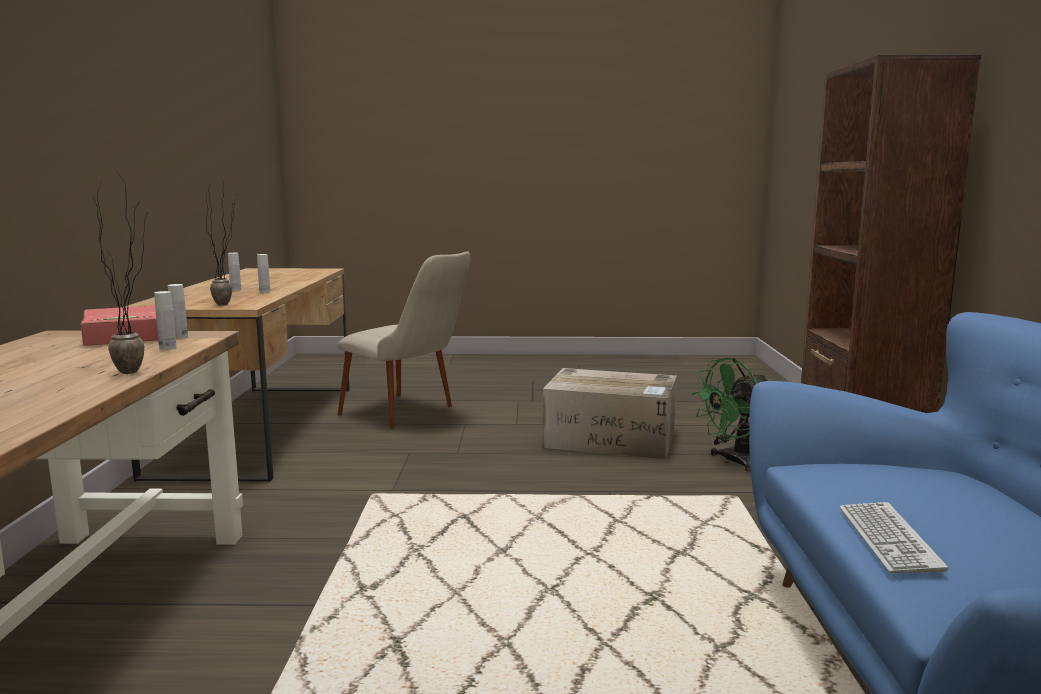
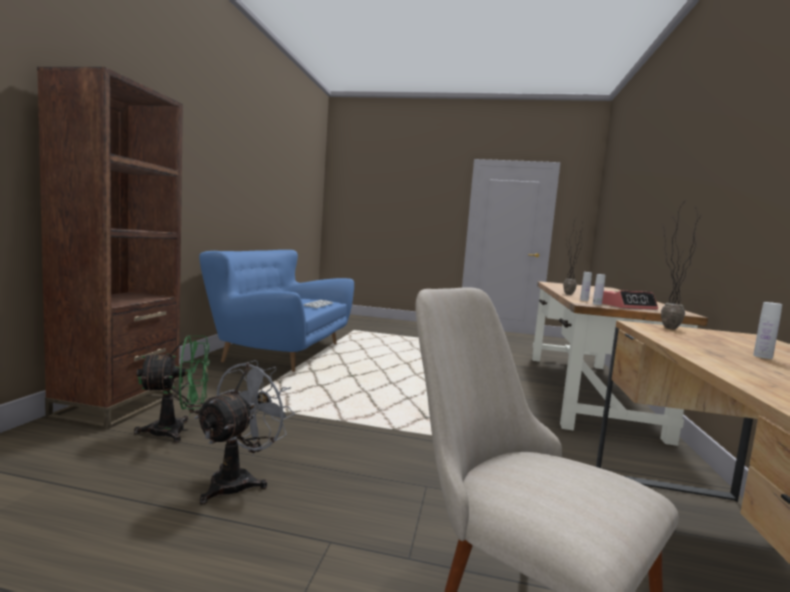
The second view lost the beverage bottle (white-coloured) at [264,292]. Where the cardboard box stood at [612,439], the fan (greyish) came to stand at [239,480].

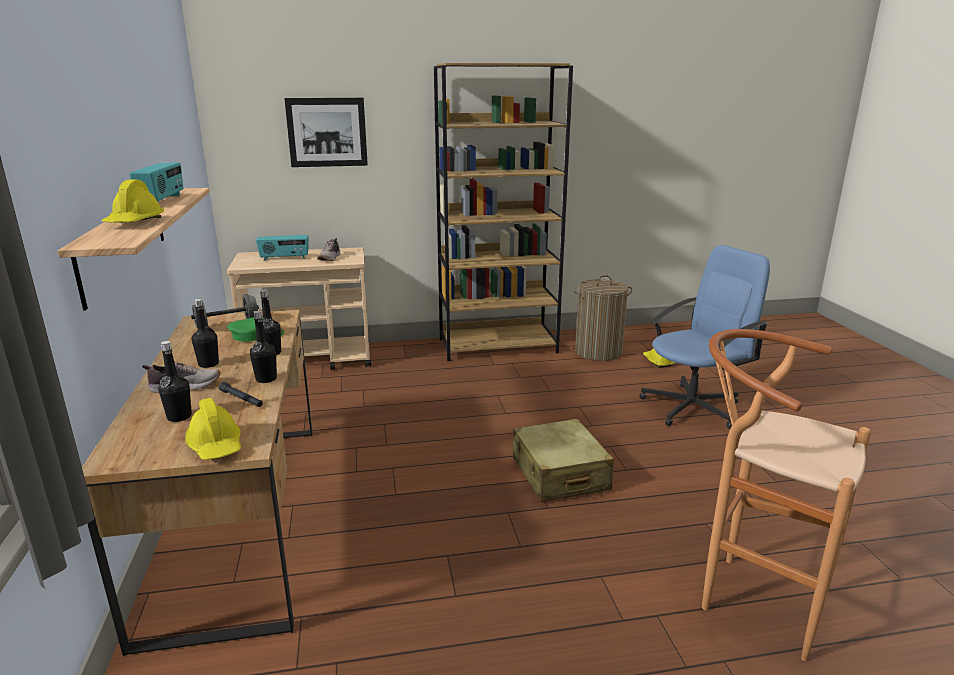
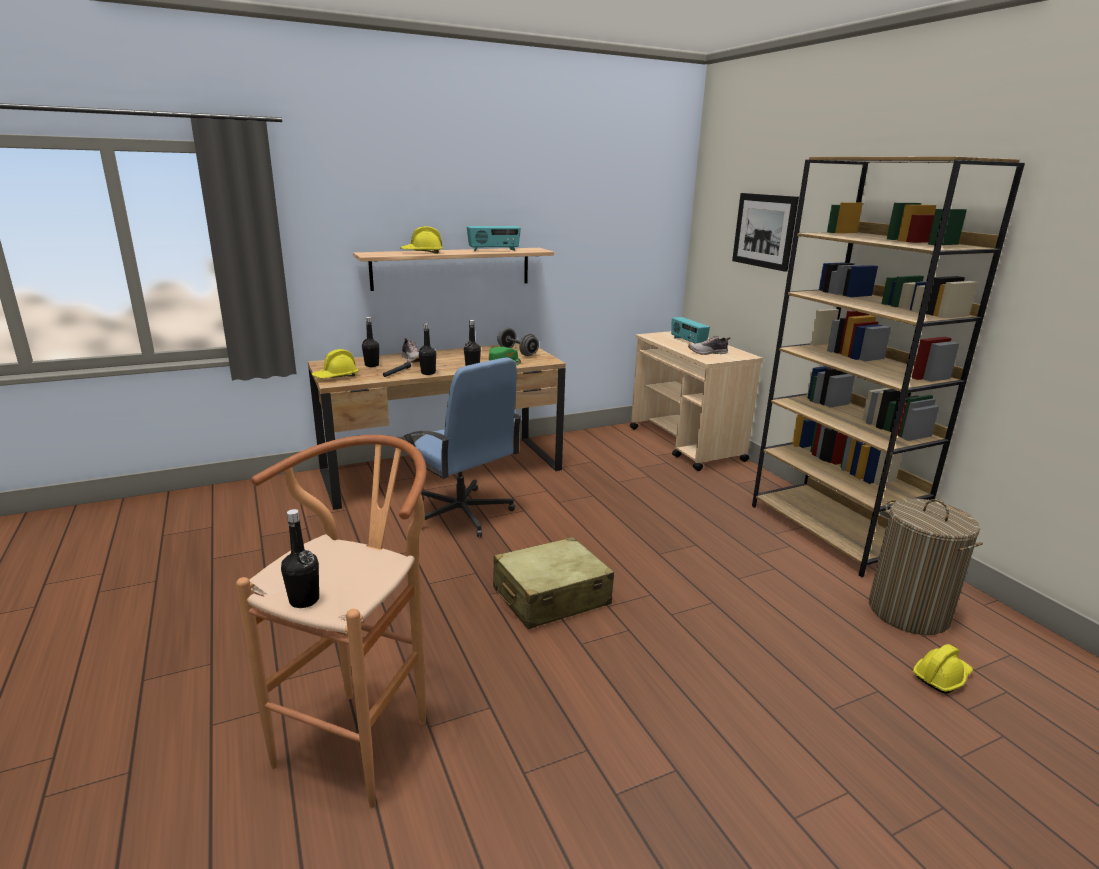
The beverage bottle (blackish) ended up elsewhere, having gone from [208,364] to [304,600]. The office chair (blue) ended up elsewhere, having gone from [692,407] to [461,514].

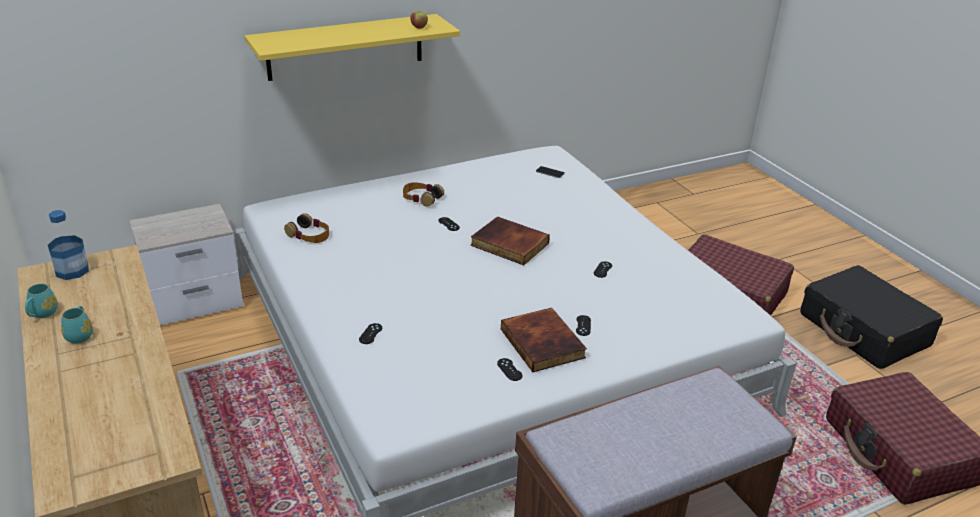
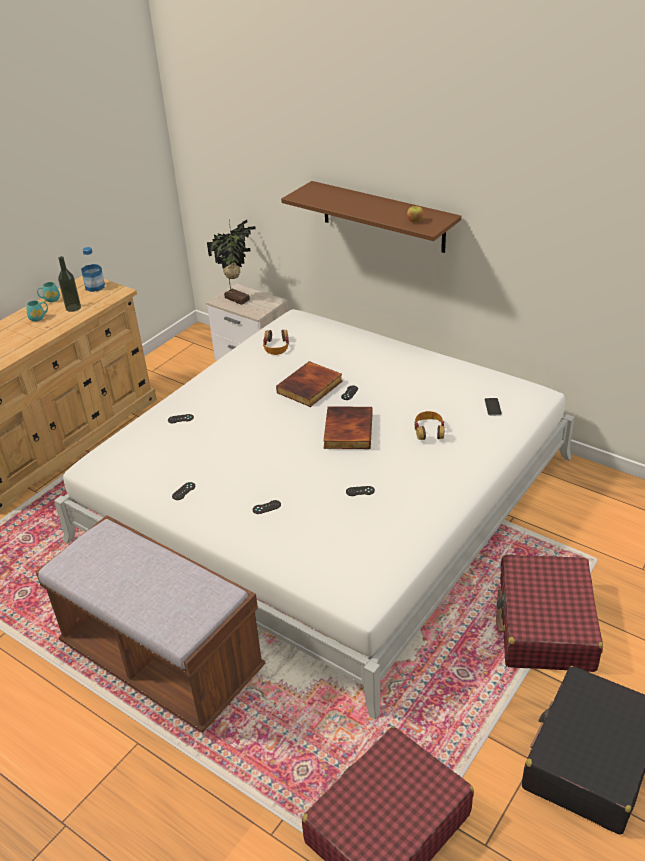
What was the shelf (yellow) at [345,47] turned into the shelf (brown) at [383,217]. The pair of headphones ended up elsewhere, having gone from [421,198] to [429,430]. The volume ended up elsewhere, having gone from [544,343] to [310,387]. The second view gained the beverage bottle at [73,308]. The second view gained the houseplant at [238,298].

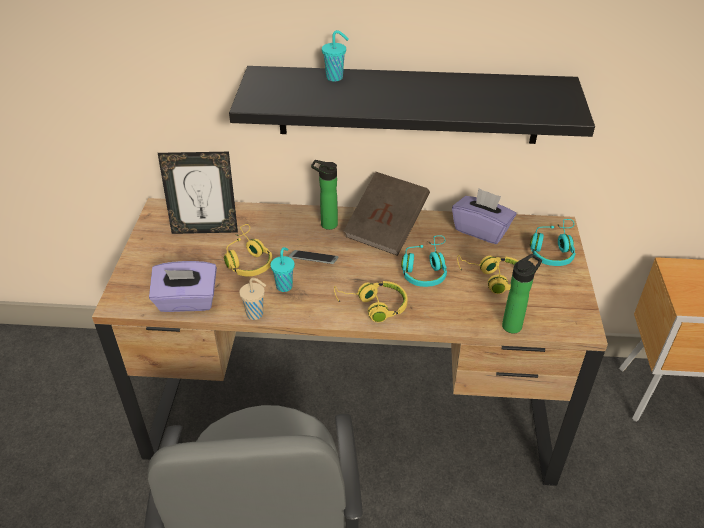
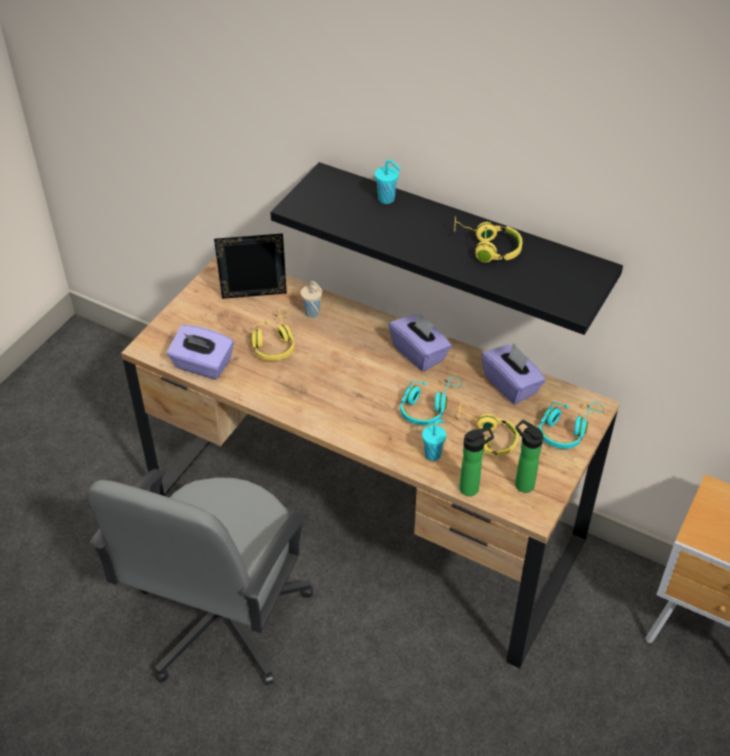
The standing frame at [205,229] ended up facing another way, 150 degrees clockwise from before. The cup (beige-coloured) ended up elsewhere, having gone from [256,314] to [313,313]. The cup (turquoise-coloured) ended up elsewhere, having gone from [284,286] to [433,454]. The second view lost the phone at [313,261]. The beverage bottle ended up elsewhere, having gone from [326,224] to [521,483]. The pair of headphones (yellow) ended up elsewhere, having gone from [373,306] to [486,247]. Where the volume (brown) stood at [386,229], the tissue holder (purple-coloured) came to stand at [419,353].

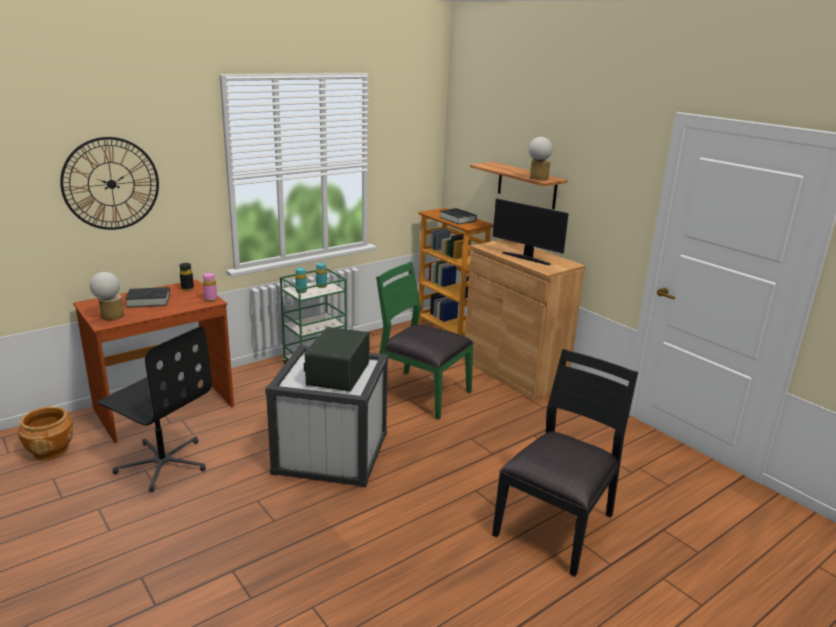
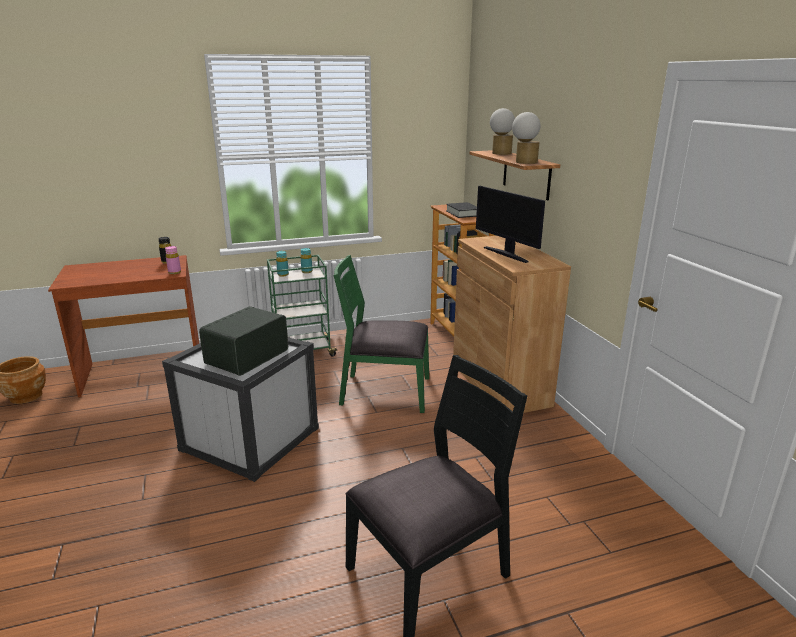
The second view lost the clock on the wall at [111,184]. The tabletop lamp ended up elsewhere, having gone from [110,317] to [500,153]. The second view lost the office chair (blackish) at [163,463]. The second view lost the volume (blackish) at [148,301]. The upright chair (greenish) at [421,393] ended up facing another way, 45 degrees counterclockwise from before.

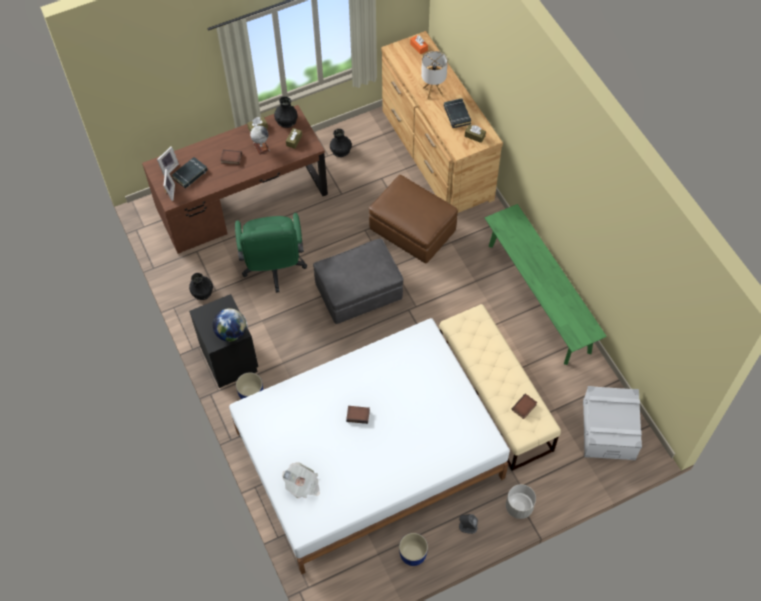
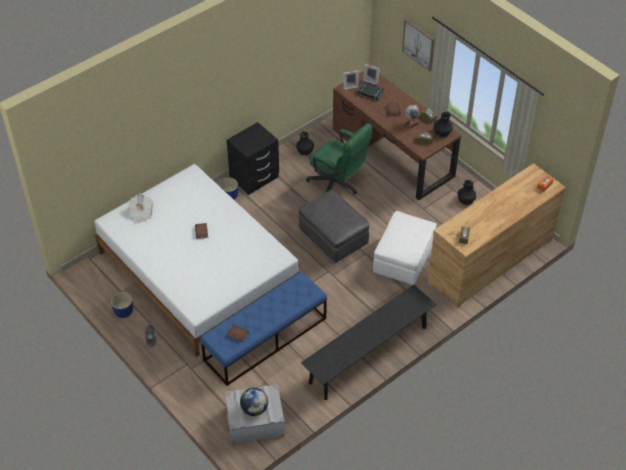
The globe ended up elsewhere, having gone from [231,333] to [254,409]. The office chair (greenish) at [274,269] ended up facing another way, 120 degrees counterclockwise from before. What was the footrest (brown) at [412,231] turned into the footrest (white-coloured) at [403,260]. The second view lost the tabletop lamp at [433,92]. What was the indoor bench (beige-coloured) at [494,396] turned into the indoor bench (blue) at [266,339]. The second view lost the volume (blackish) at [456,115]. What was the indoor bench (greenish) at [538,297] turned into the indoor bench (blackish) at [368,354]. The second view lost the plant pot (greyish) at [519,507]. The second view gained the wall picture at [419,44].

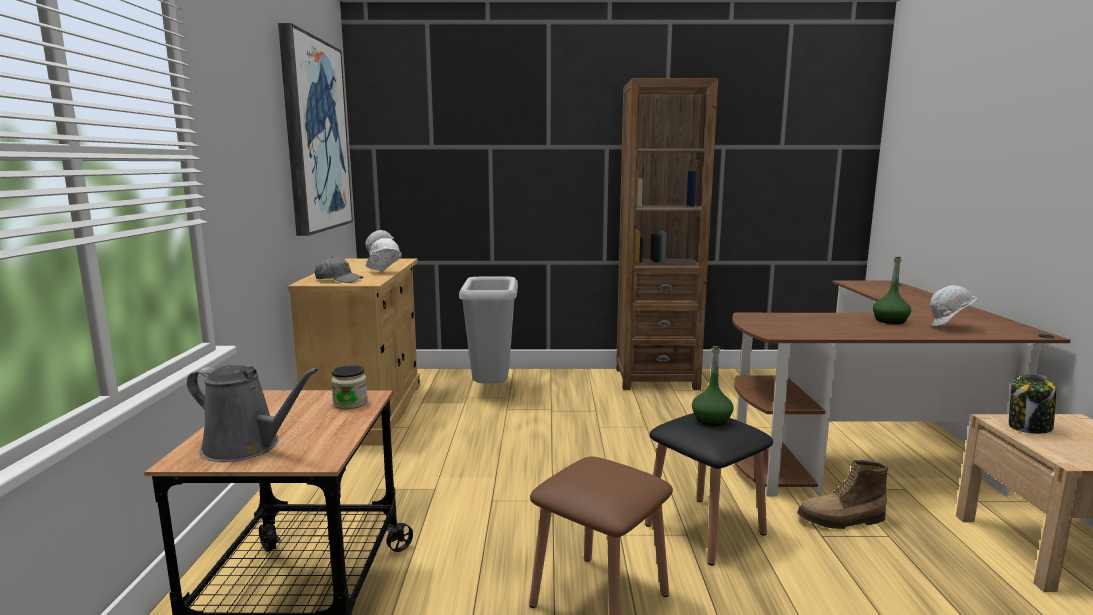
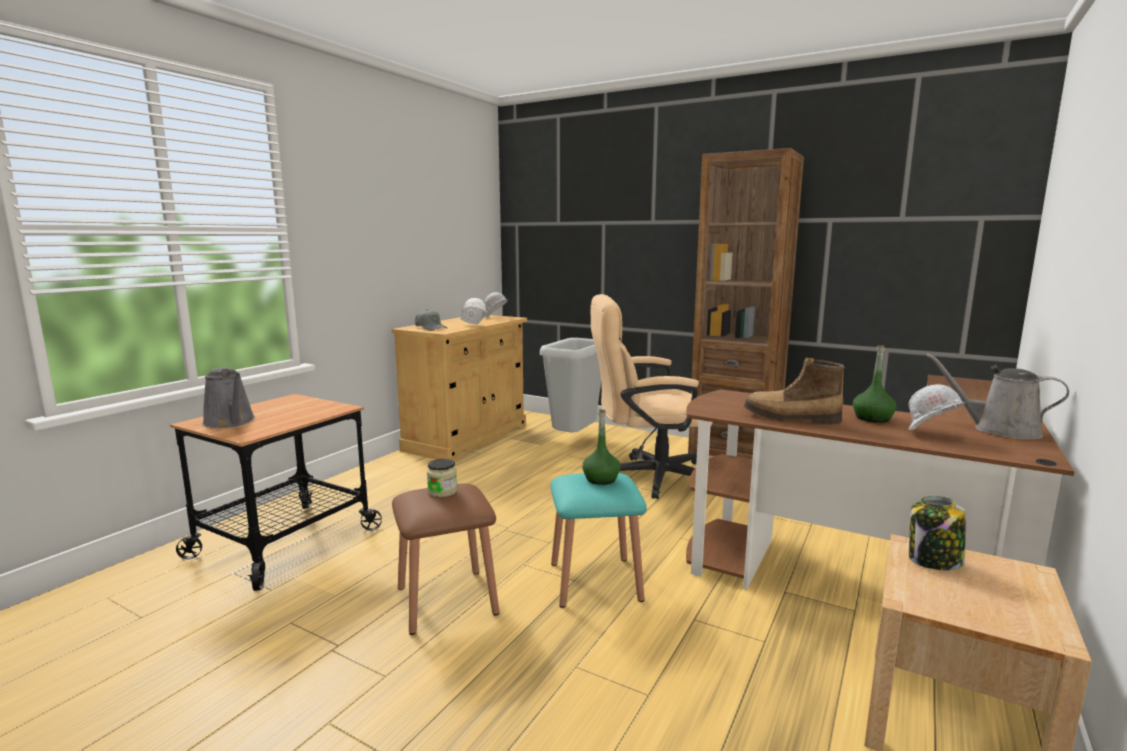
The second view lost the wall picture at [314,136]. The preserve jar ended up elsewhere, having gone from [350,403] to [442,491]. What was the stool (blackish) at [704,529] turned into the stool (turquoise-coloured) at [595,581]. The boot ended up elsewhere, having gone from [842,520] to [790,419]. The second view gained the office chair (beige-coloured) at [647,477]. The second view gained the sprinkling can (greyish) at [999,430].

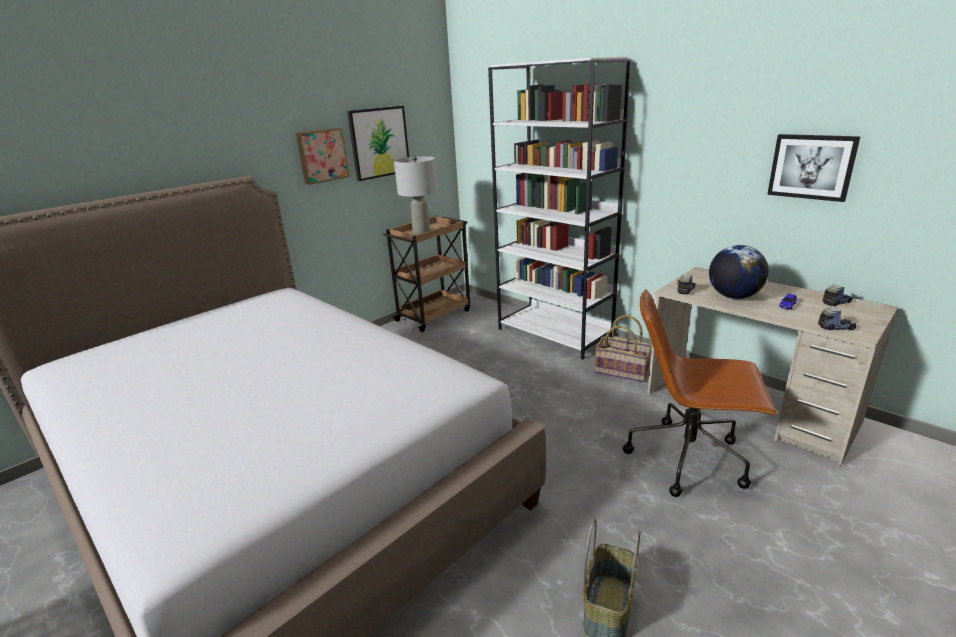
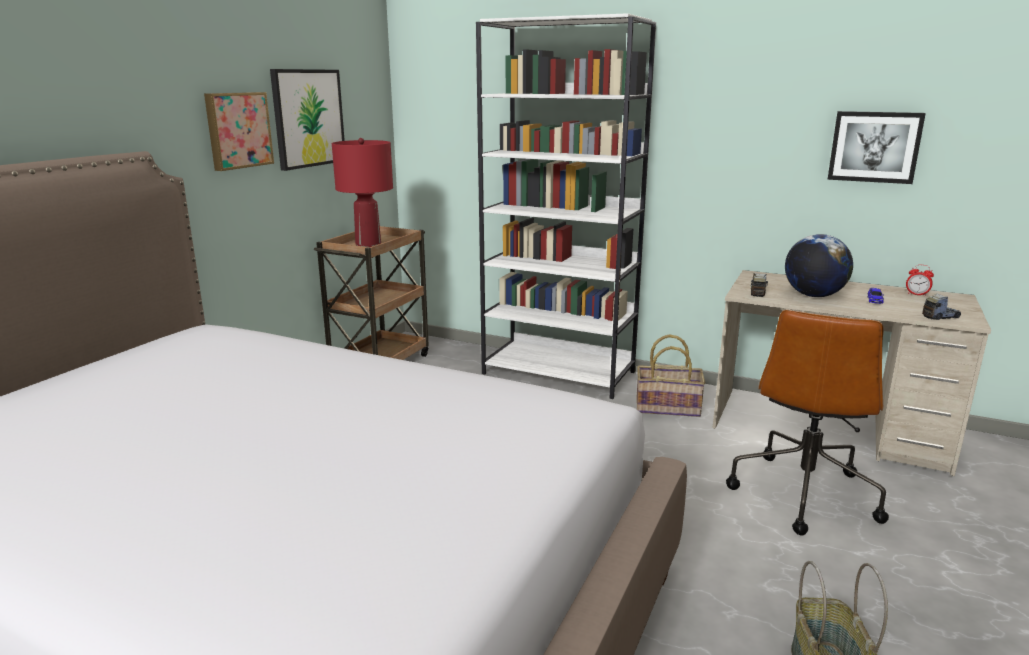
What was the tabletop lamp (greyish) at [421,233] turned into the tabletop lamp (reddish) at [368,246]. The office chair (brown) at [689,458] ended up facing another way, 60 degrees counterclockwise from before. Where the toy lorry stood at [836,302], the table clock came to stand at [917,294].

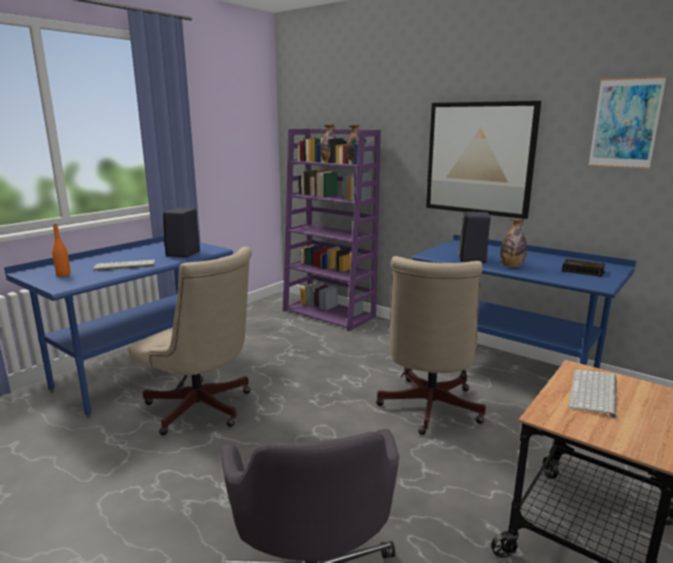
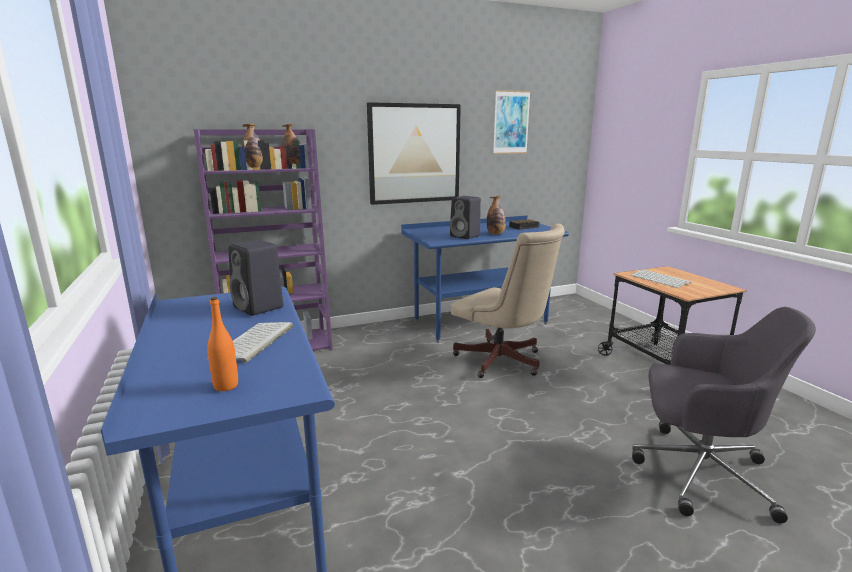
The second view lost the office chair (beige-coloured) at [202,410].

